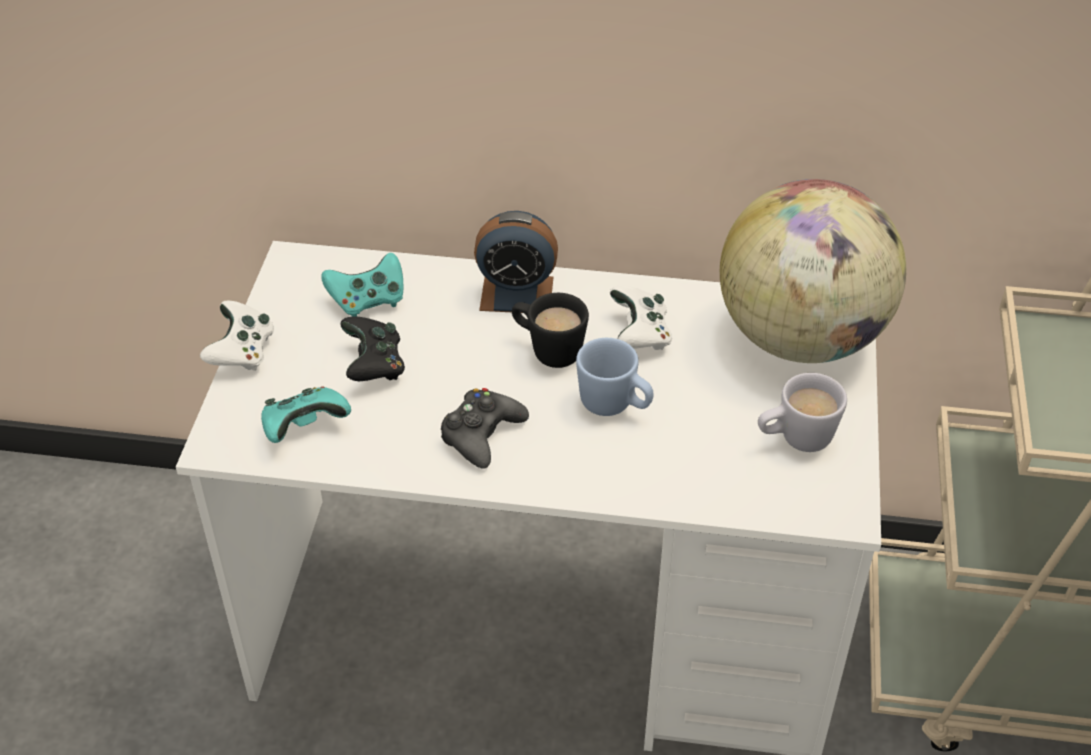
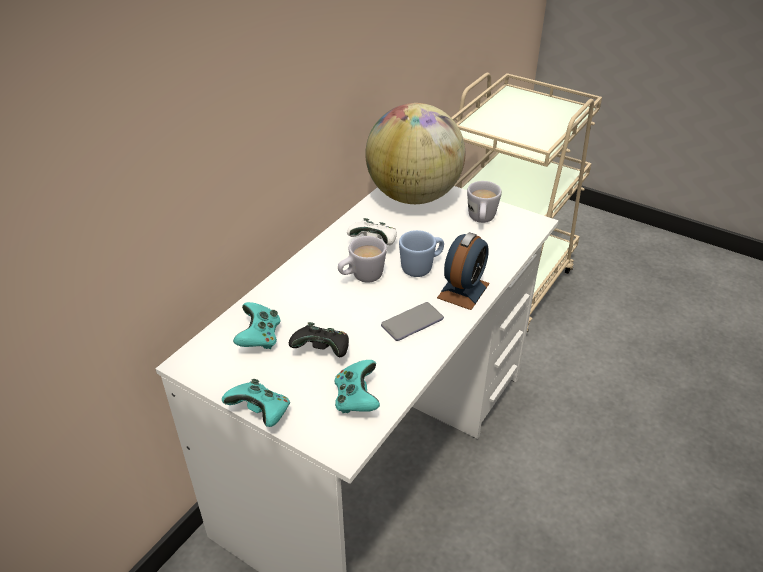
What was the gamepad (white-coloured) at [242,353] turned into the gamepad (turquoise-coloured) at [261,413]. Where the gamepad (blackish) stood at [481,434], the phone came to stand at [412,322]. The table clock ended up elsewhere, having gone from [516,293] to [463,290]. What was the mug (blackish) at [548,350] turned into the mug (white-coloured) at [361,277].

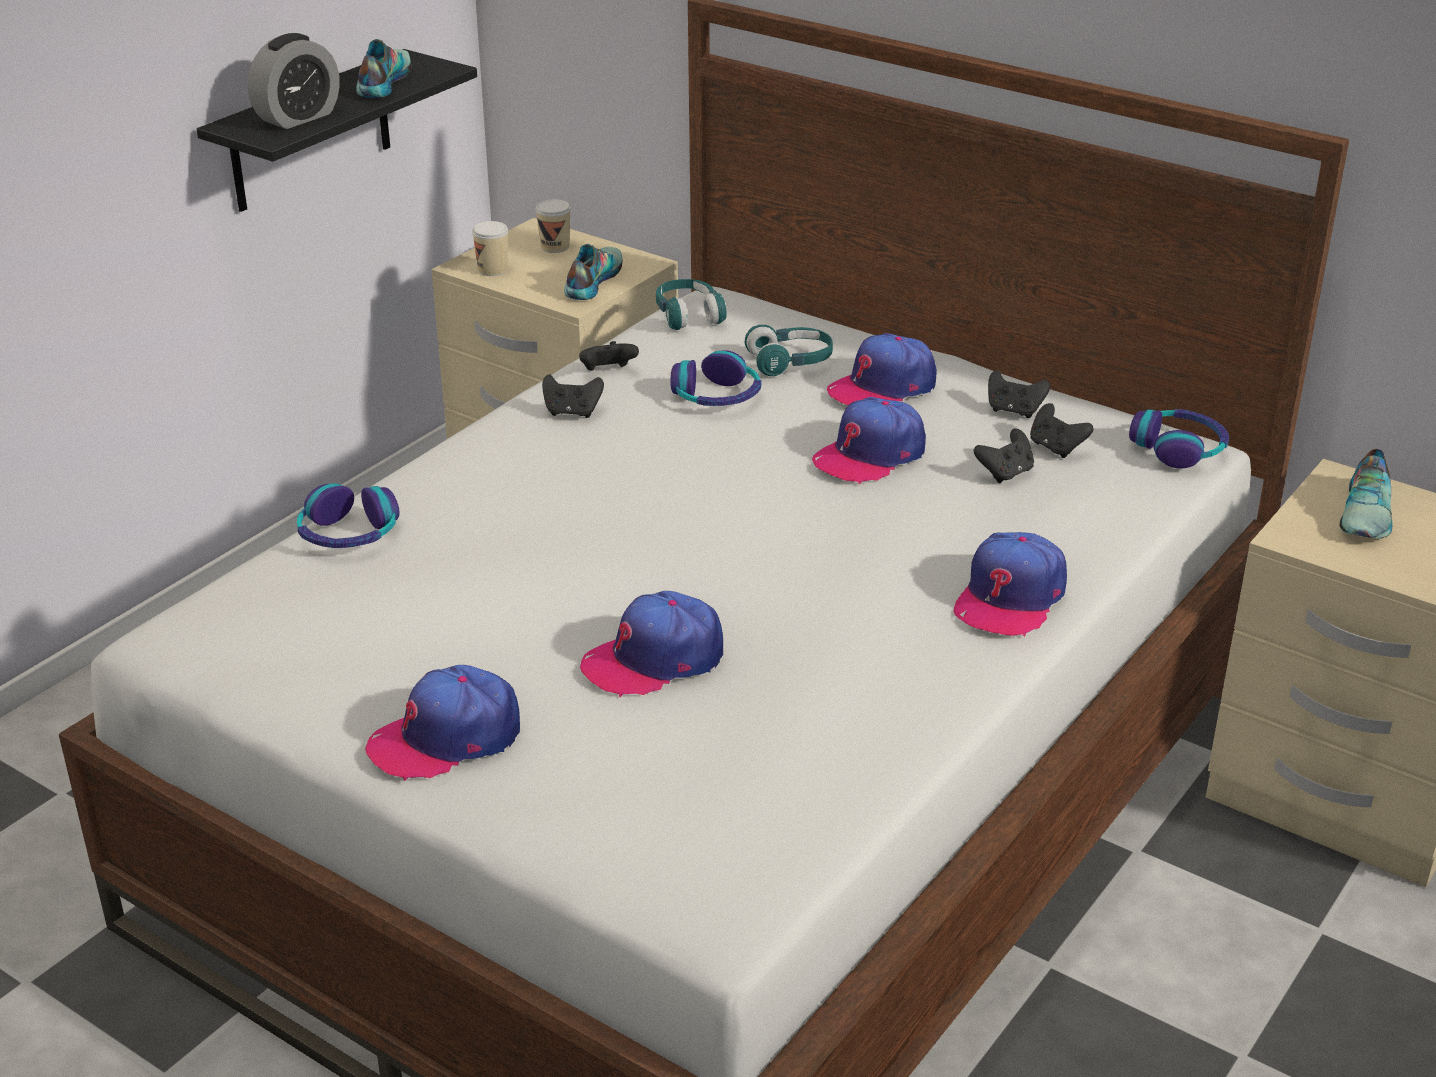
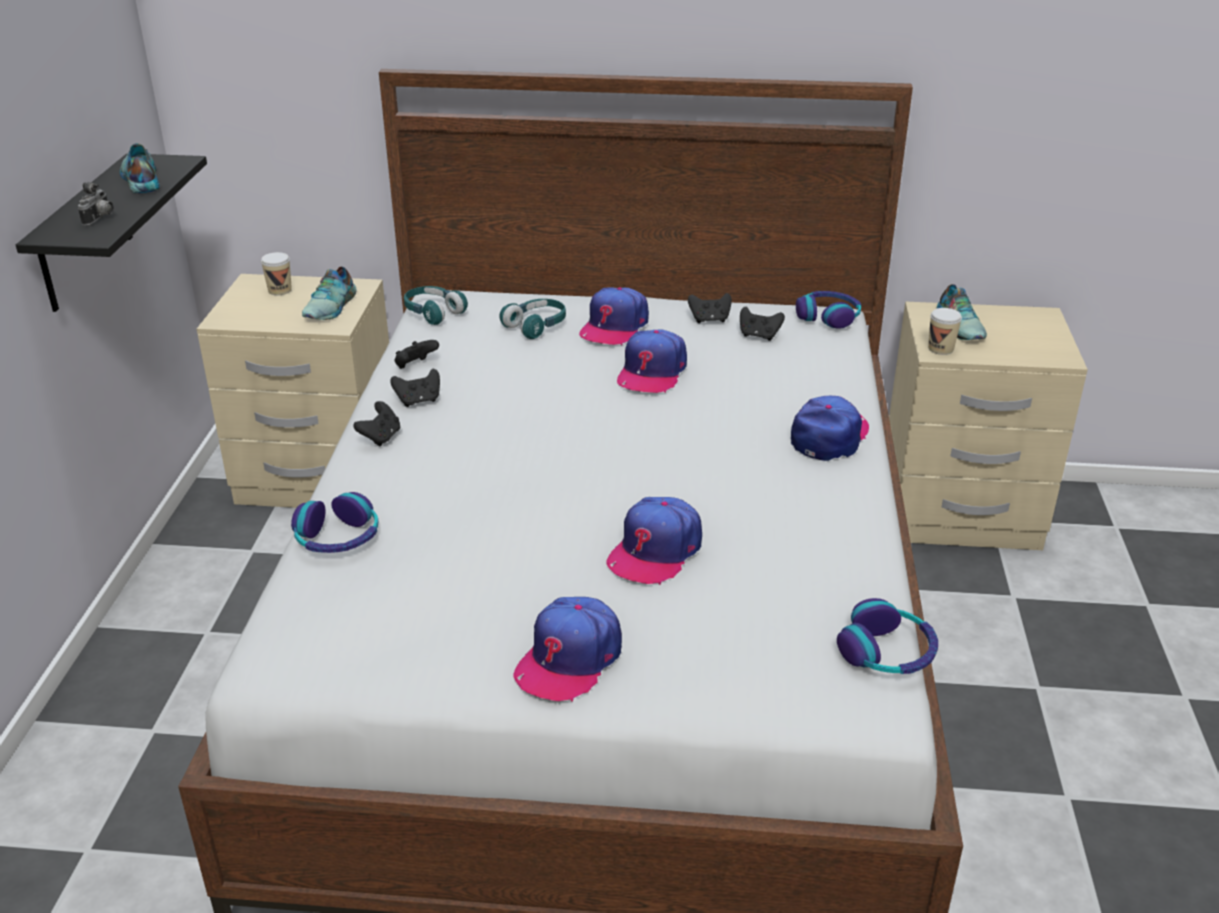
Where the table clock stood at [298,117], the still camera came to stand at [100,219]. The cup ended up elsewhere, having gone from [493,270] to [940,349]. The low shoe at [591,280] ended up facing another way, 150 degrees counterclockwise from before. The pair of headphones ended up elsewhere, having gone from [717,397] to [887,652]. The peaked cap at [1009,598] ended up facing another way, 150 degrees counterclockwise from before. The gamepad (blackish) ended up elsewhere, having gone from [1005,473] to [380,437].

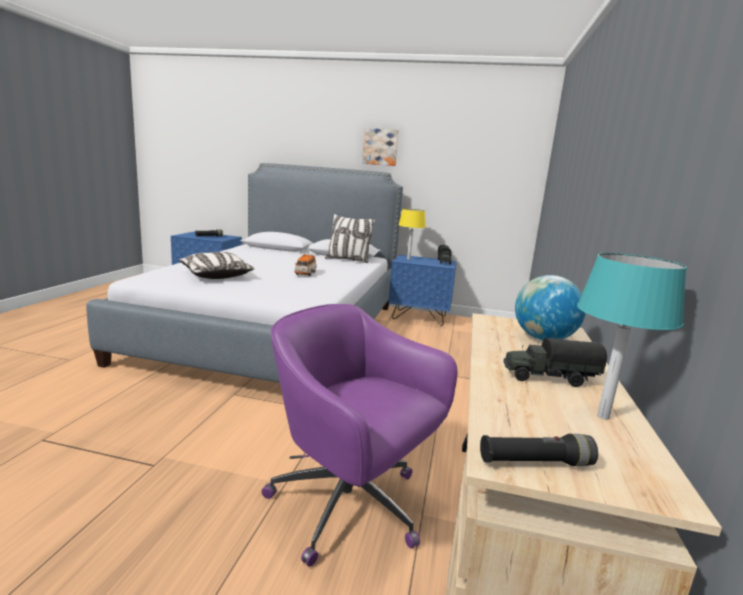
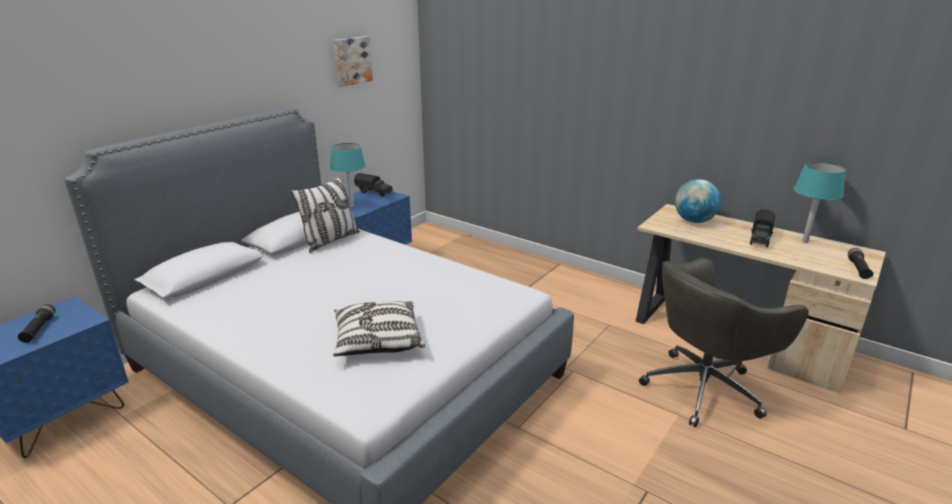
What was the office chair (purple-coloured) at [351,506] turned into the office chair (greyish) at [705,388]. The second view lost the toy car at [305,273]. The wall picture ended up elsewhere, having gone from [380,147] to [351,60]. What was the tabletop lamp (yellow) at [408,259] turned into the tabletop lamp (turquoise-coloured) at [351,206].

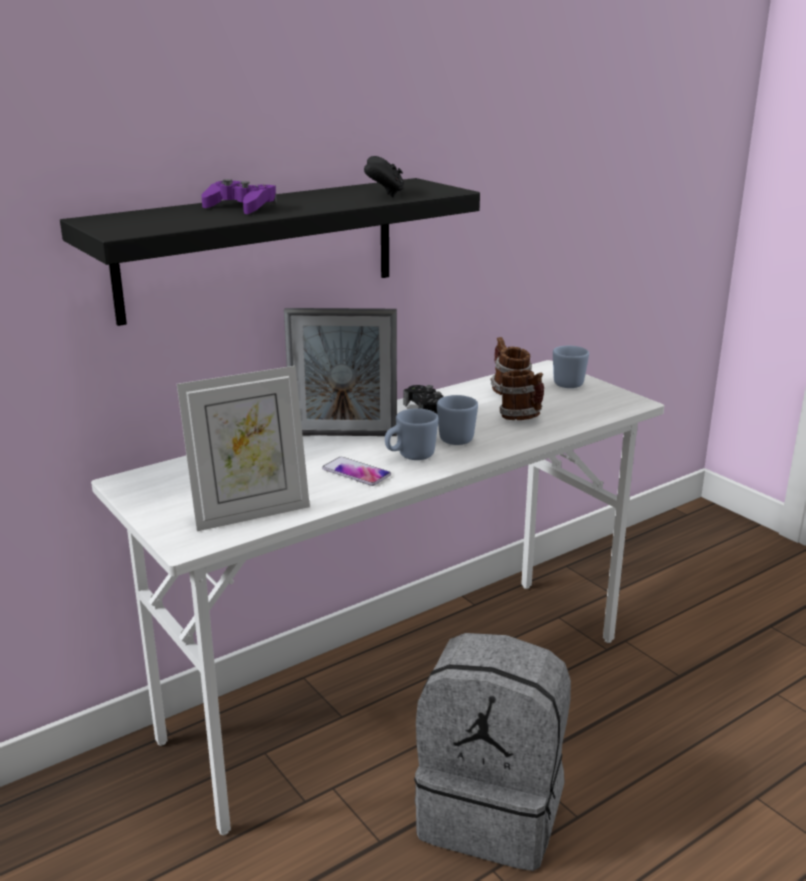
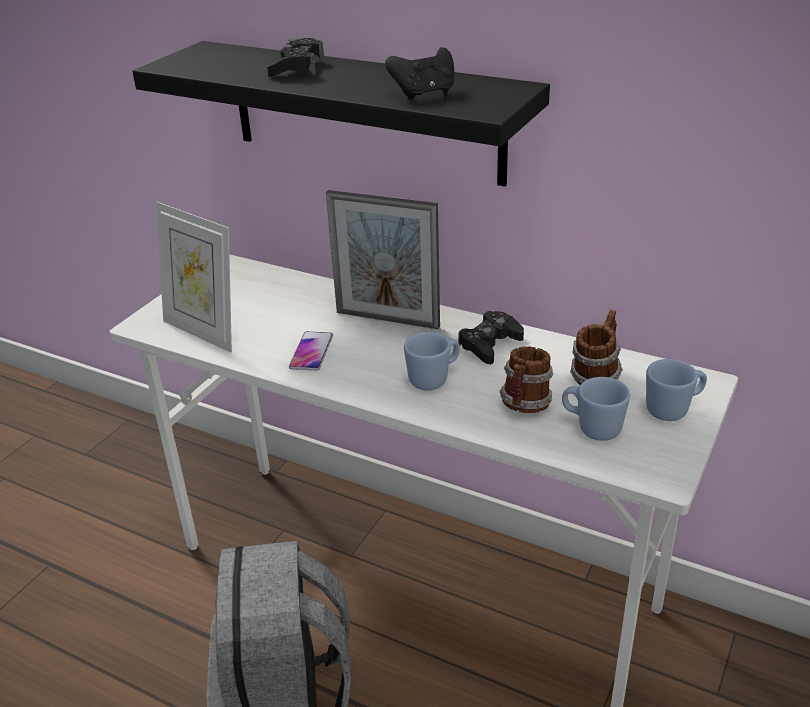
What was the gamepad (purple-coloured) at [241,207] turned into the gamepad (blackish) at [297,68]. The standing frame at [343,434] ended up facing another way, 45 degrees counterclockwise from before. The mug (blue) ended up elsewhere, having gone from [410,456] to [591,428].

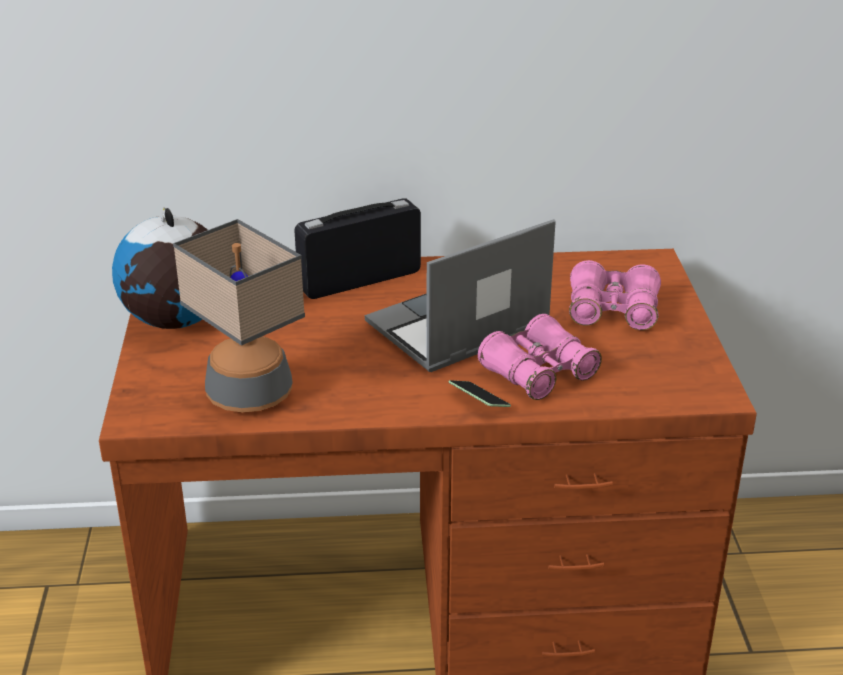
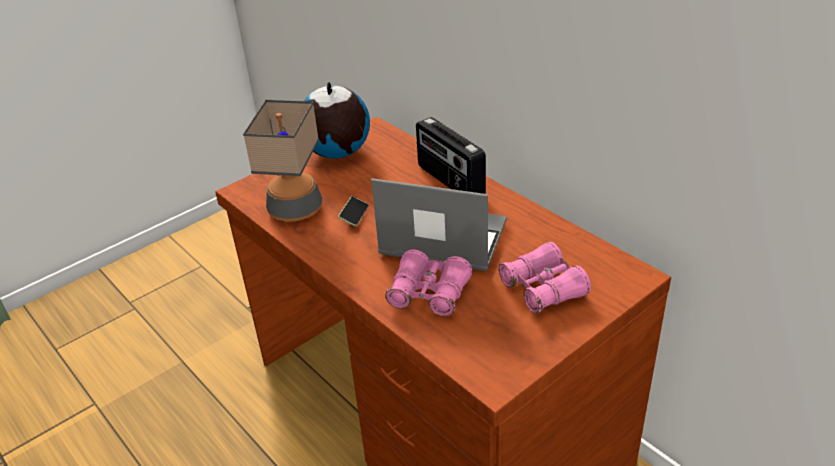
The radio set at [359,279] ended up facing another way, 150 degrees counterclockwise from before. The phone ended up elsewhere, having gone from [479,401] to [354,216].

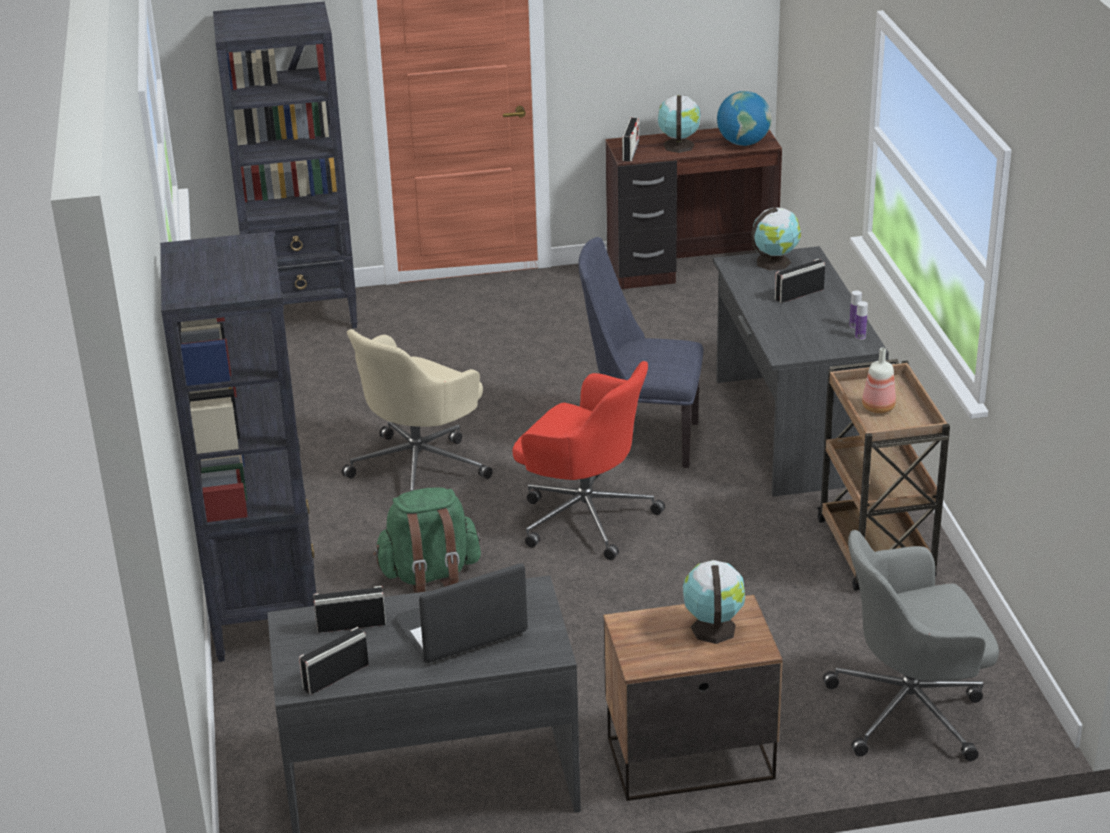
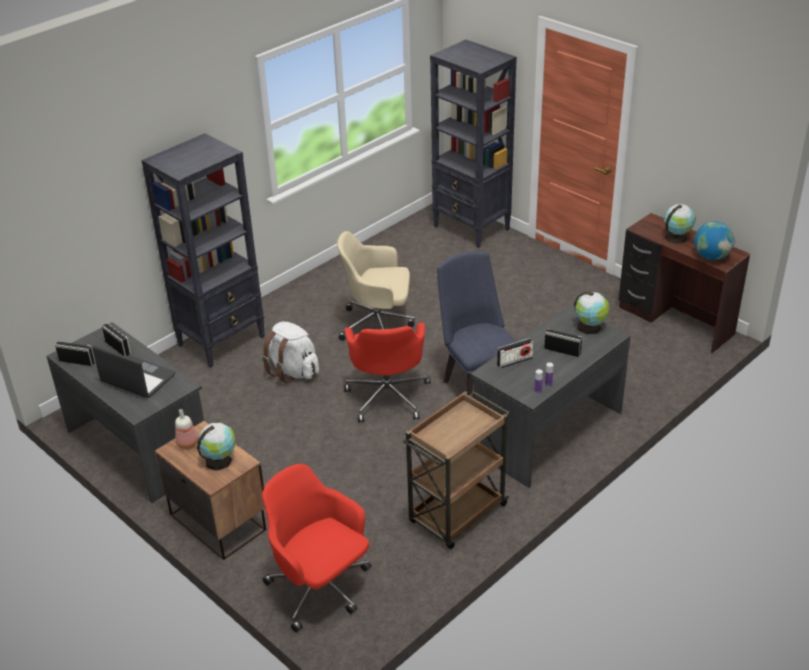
What was the backpack (greenish) at [430,575] turned into the backpack (white-coloured) at [293,371]. The radio set ended up elsewhere, having gone from [630,151] to [514,361]. What was the office chair (greyish) at [911,710] turned into the office chair (reddish) at [320,588]. The beverage bottle ended up elsewhere, having gone from [877,407] to [187,443].

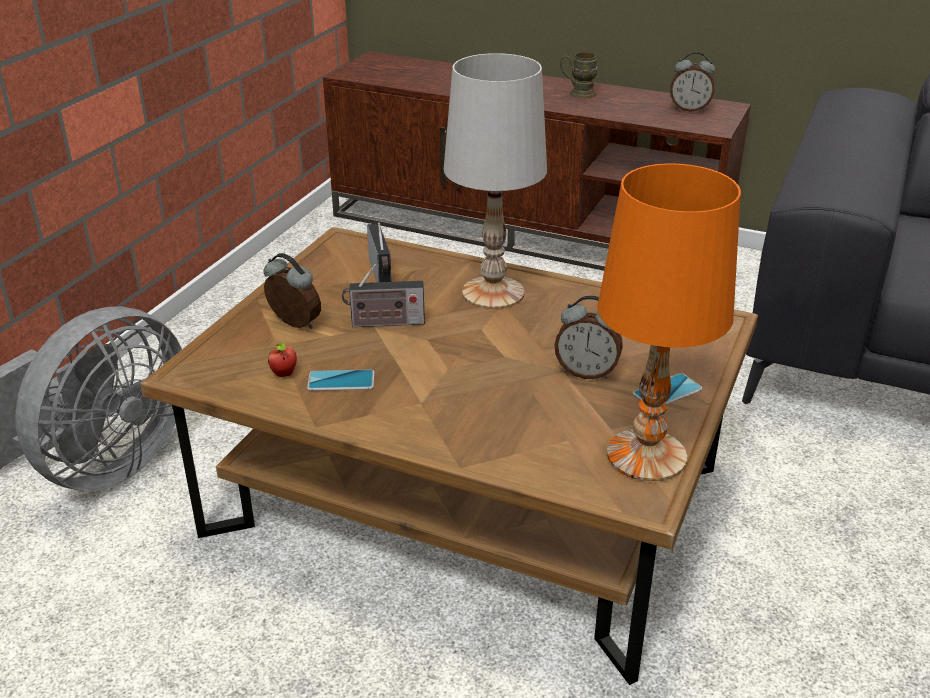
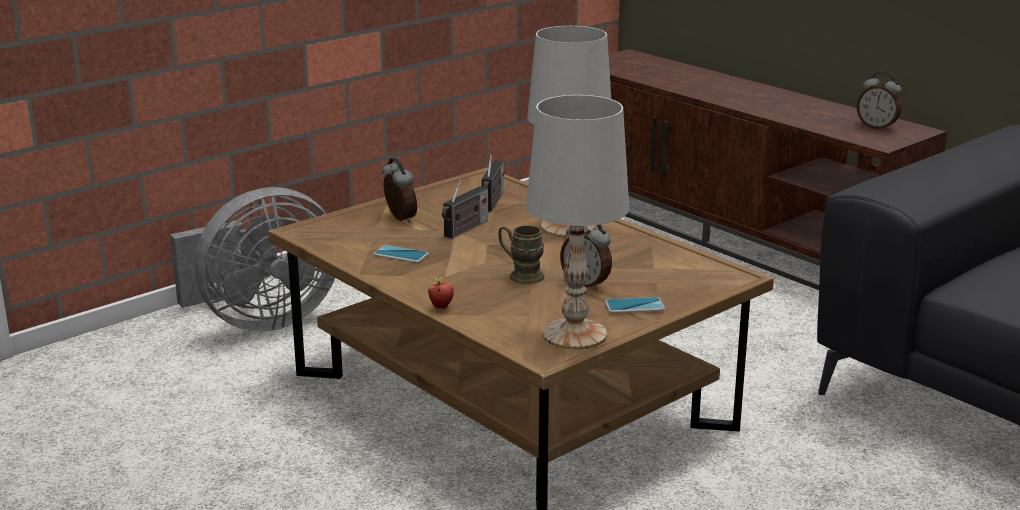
The apple ended up elsewhere, having gone from [284,374] to [441,307]. The radio set at [384,323] ended up facing another way, 75 degrees counterclockwise from before. The mug (brown) ended up elsewhere, having gone from [577,93] to [520,275]. What was the tabletop lamp (orange-coloured) at [645,455] turned into the tabletop lamp (white-coloured) at [574,334].

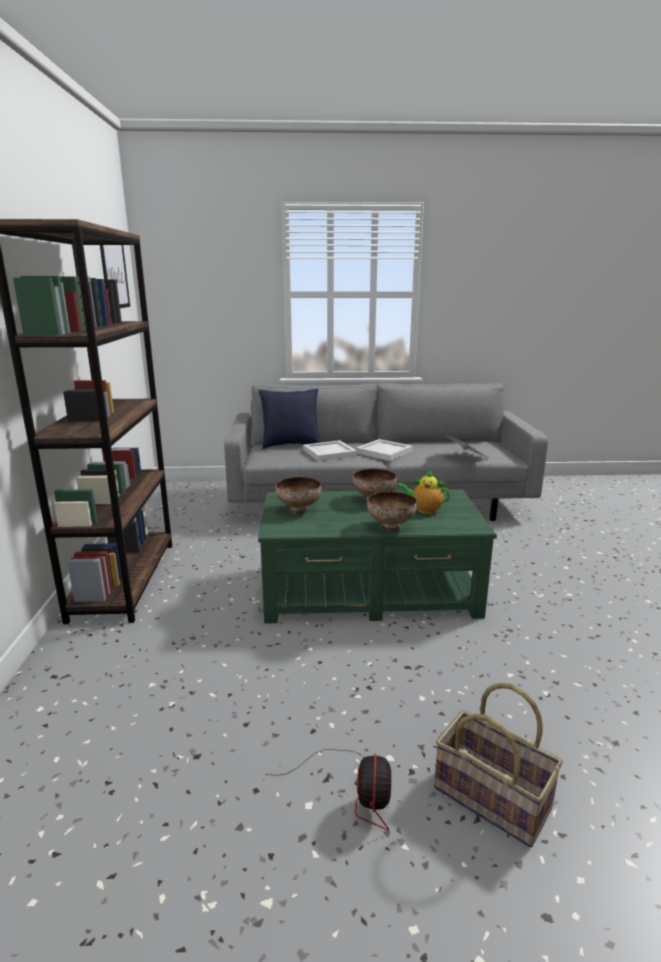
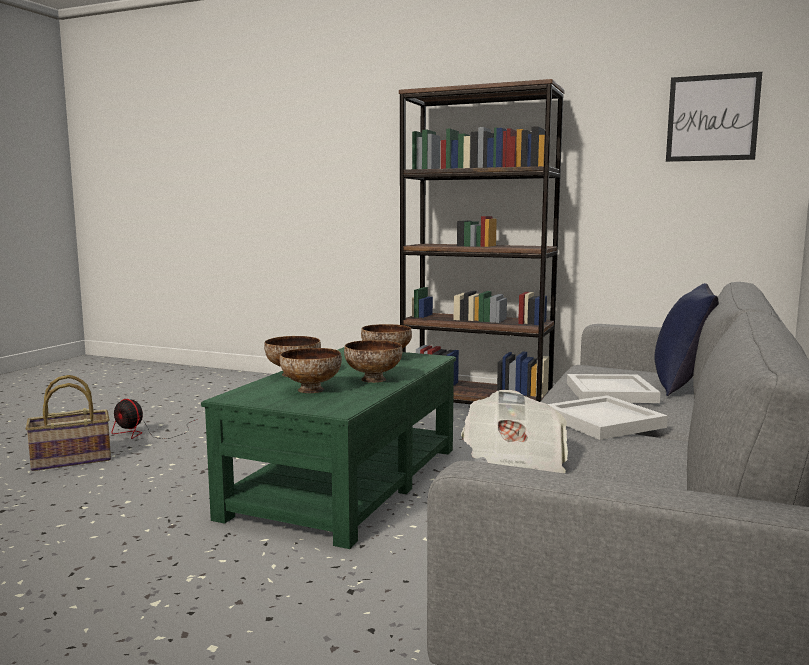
Where the tea pot stood at [424,510], the serving bowl came to stand at [311,390].

